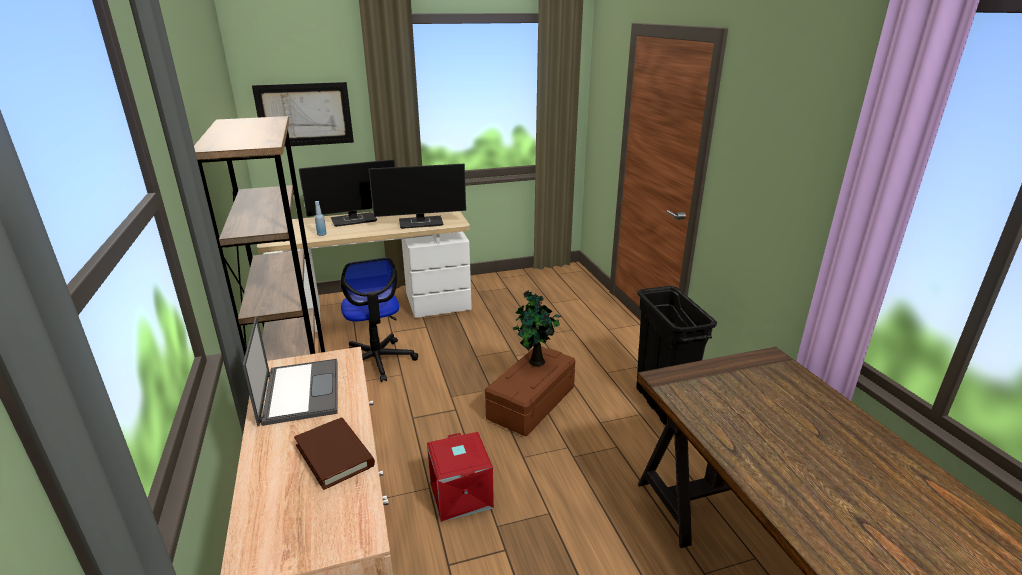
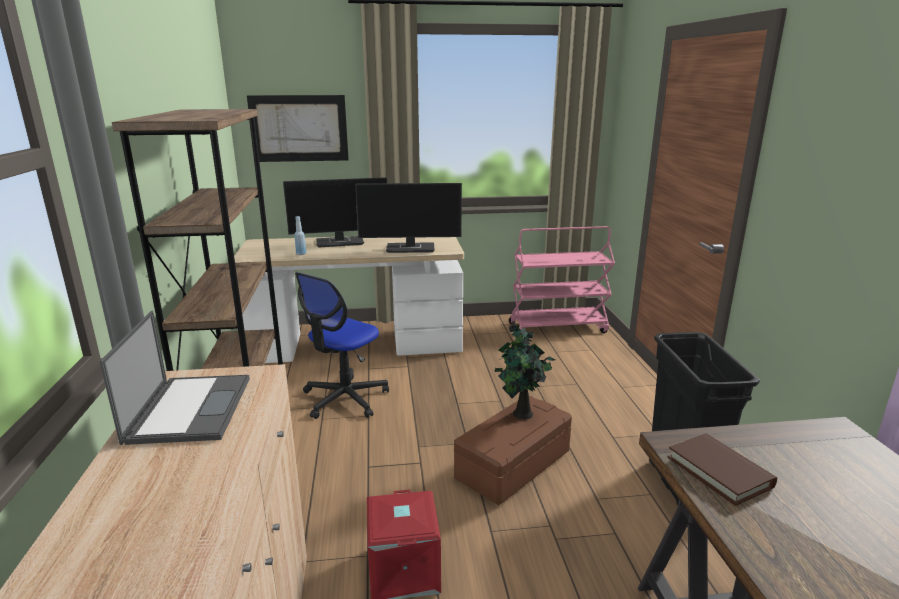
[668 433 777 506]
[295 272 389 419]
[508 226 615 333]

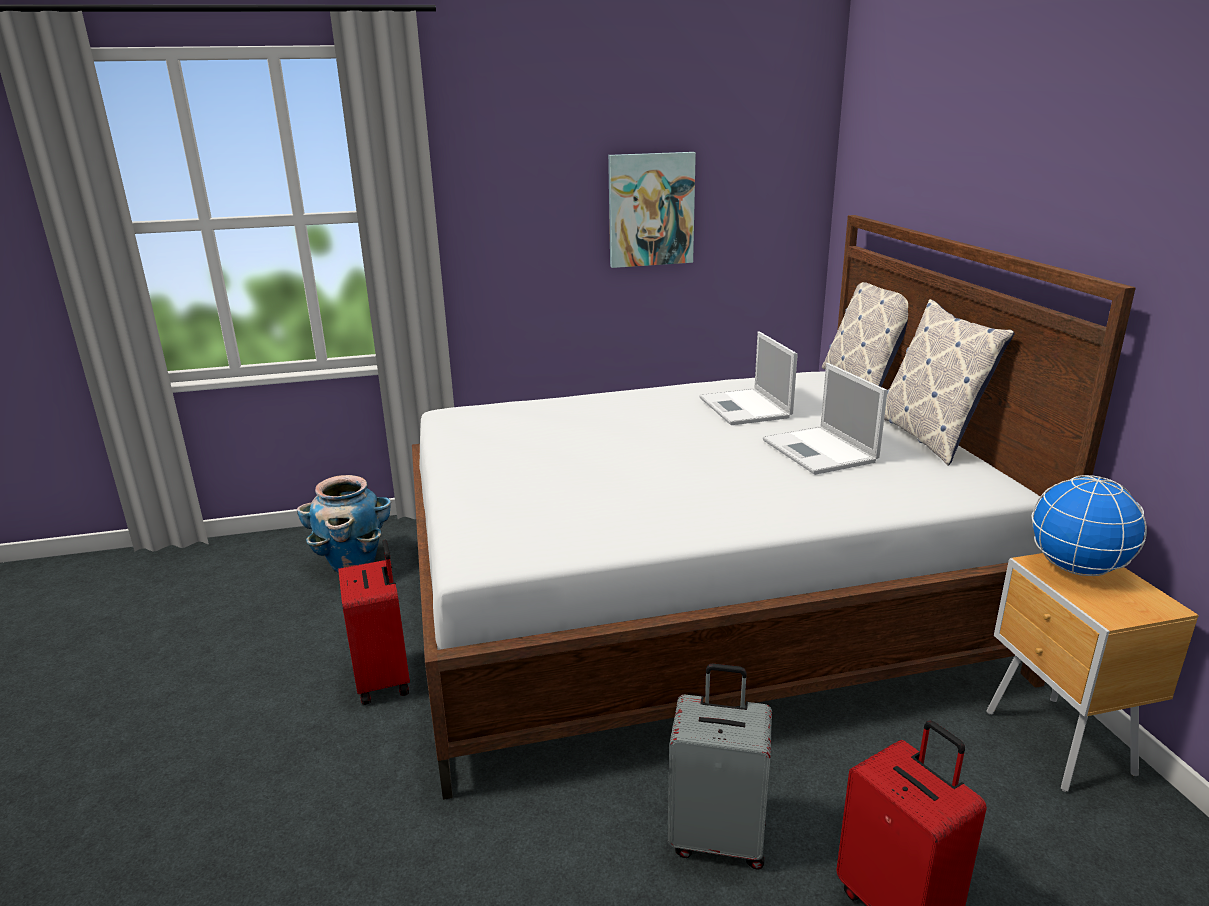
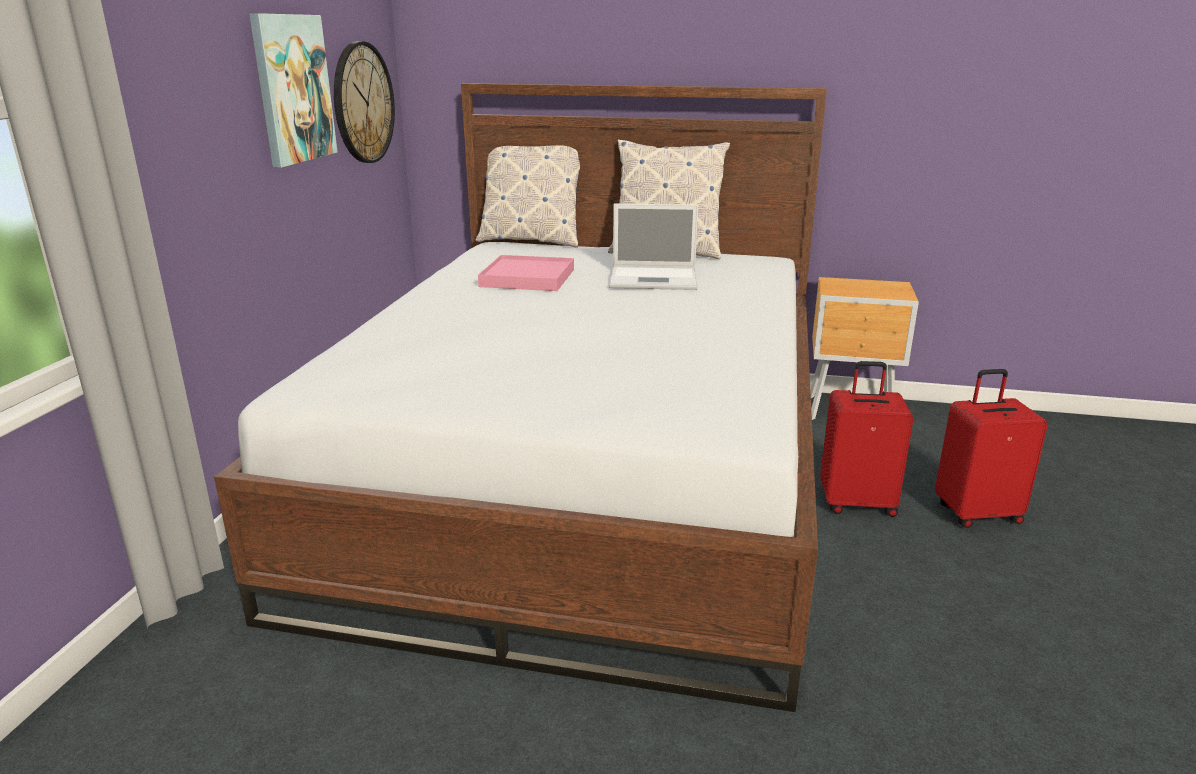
[297 475 391 573] (first image)
[820 361 914 517]
[668 664 772 870] (first image)
[478 255 574 291]
[1032 475 1147 576] (first image)
[334 41 395 163]

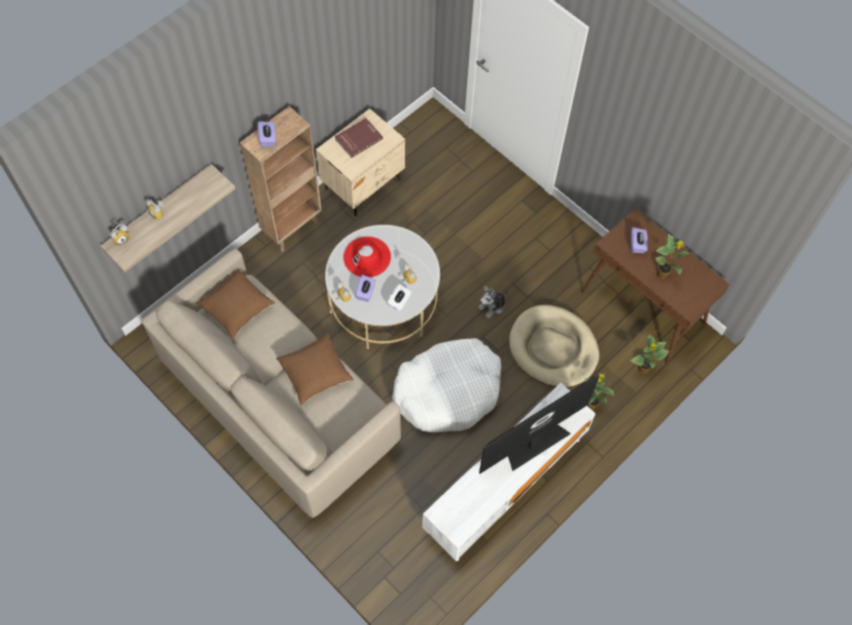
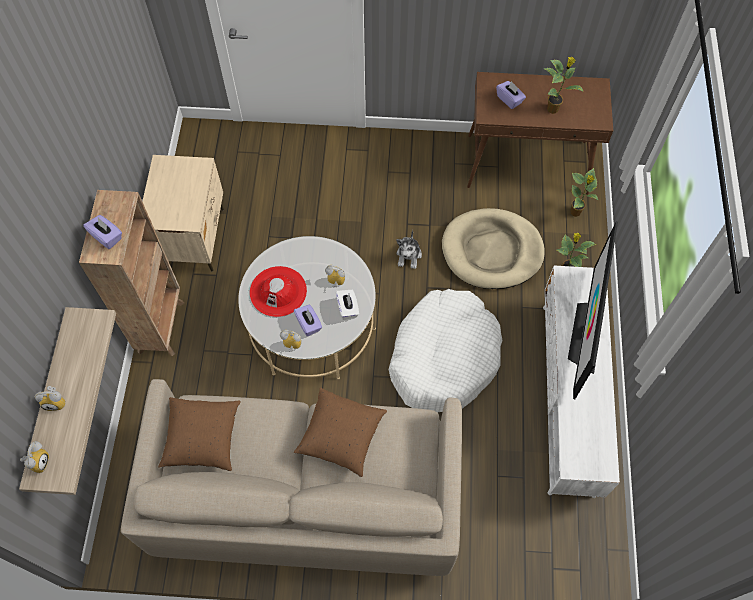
[335 118 383 158] (first image)

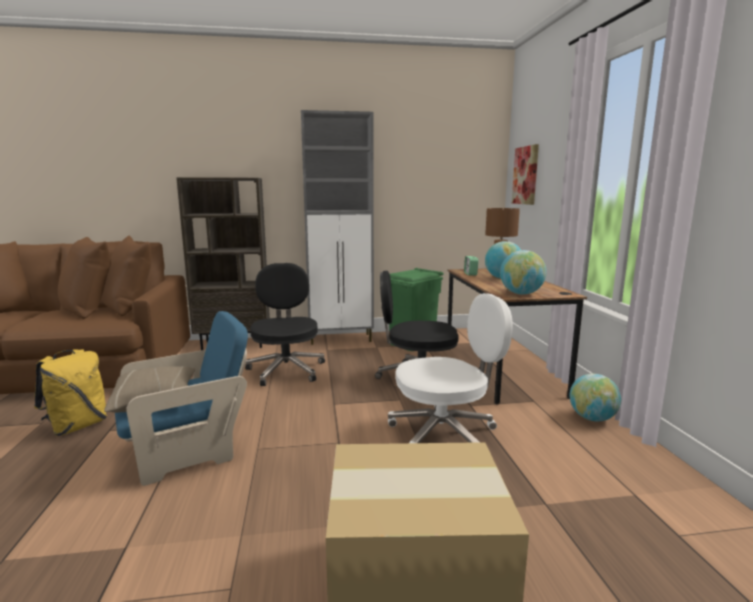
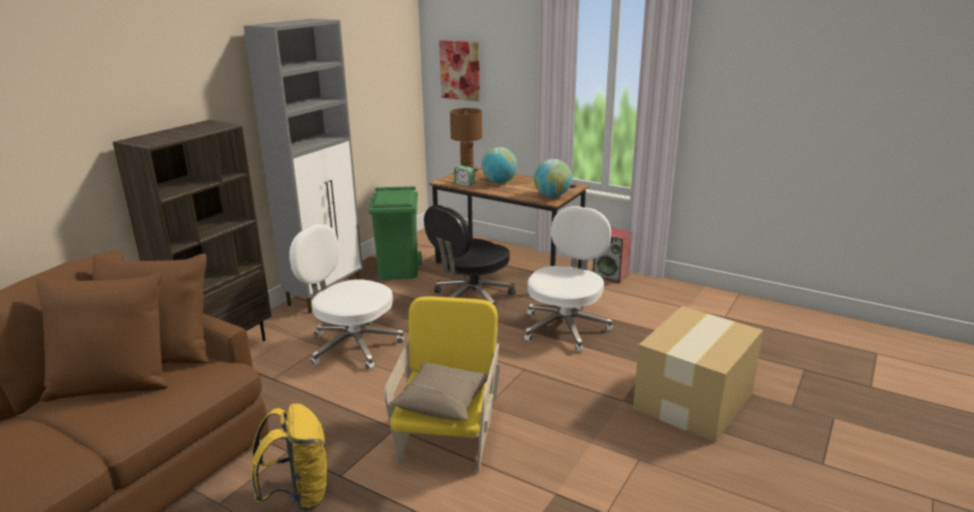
[385 297 500 472]
[289 224 404 370]
[592 227 632 283]

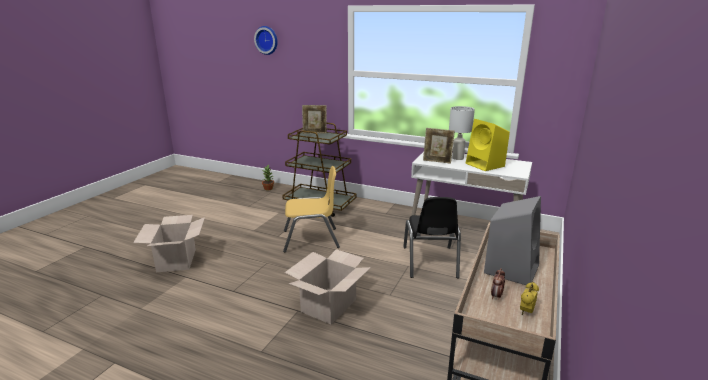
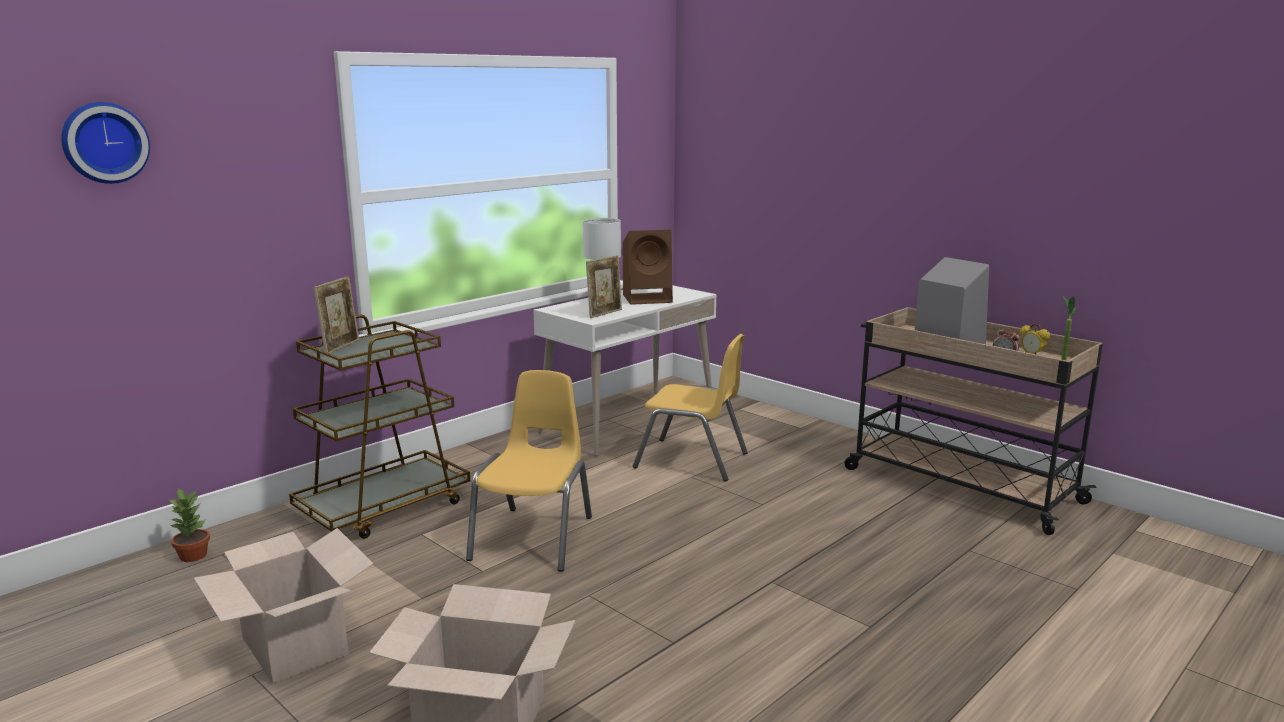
[194 528 374 684]
[633 334 748 481]
[623 230 673 305]
[1061 295 1076 360]

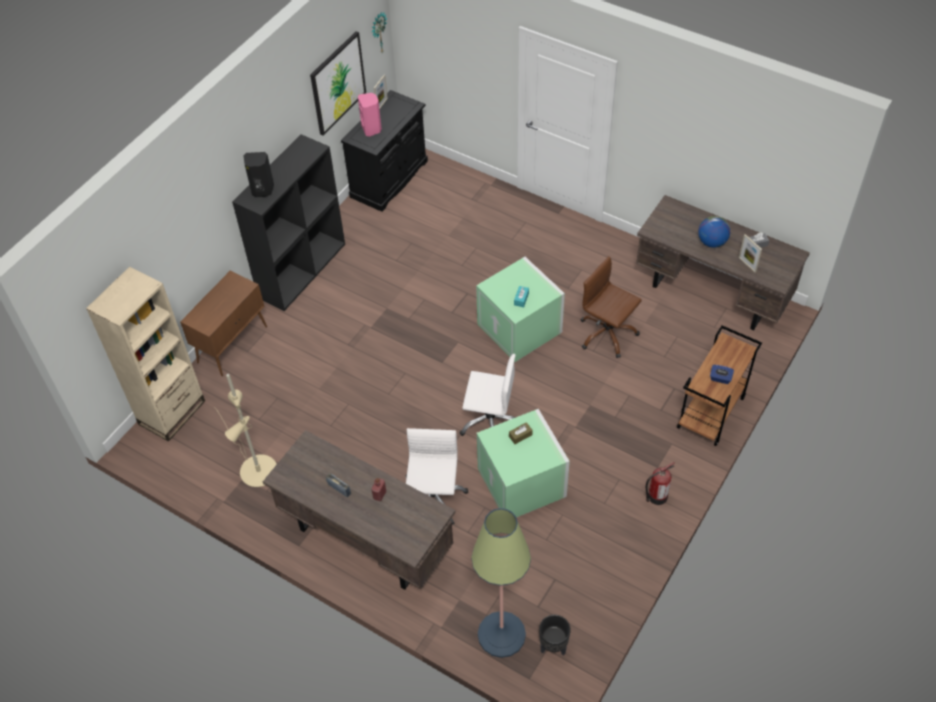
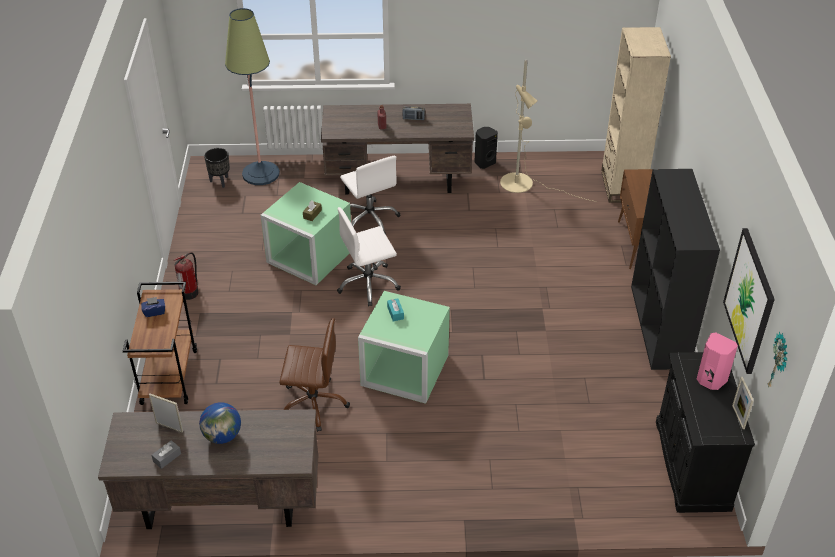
[474 127 498 169]

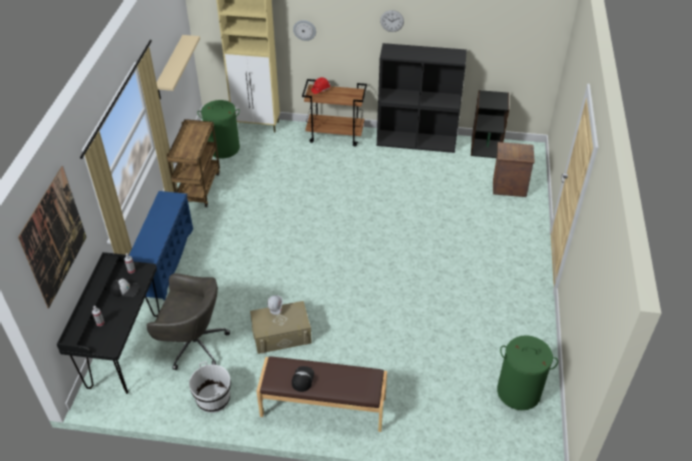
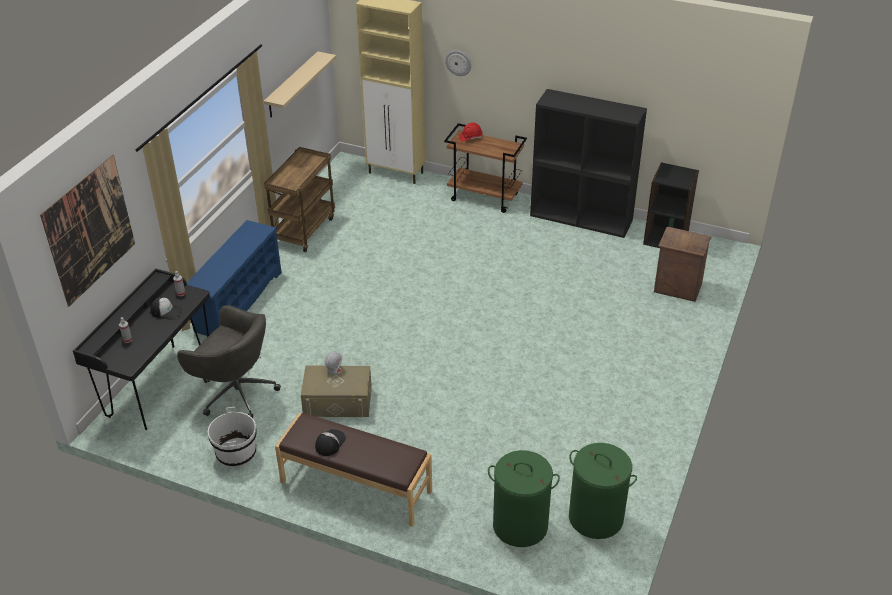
[488 450 560 547]
[380 10 404 32] (first image)

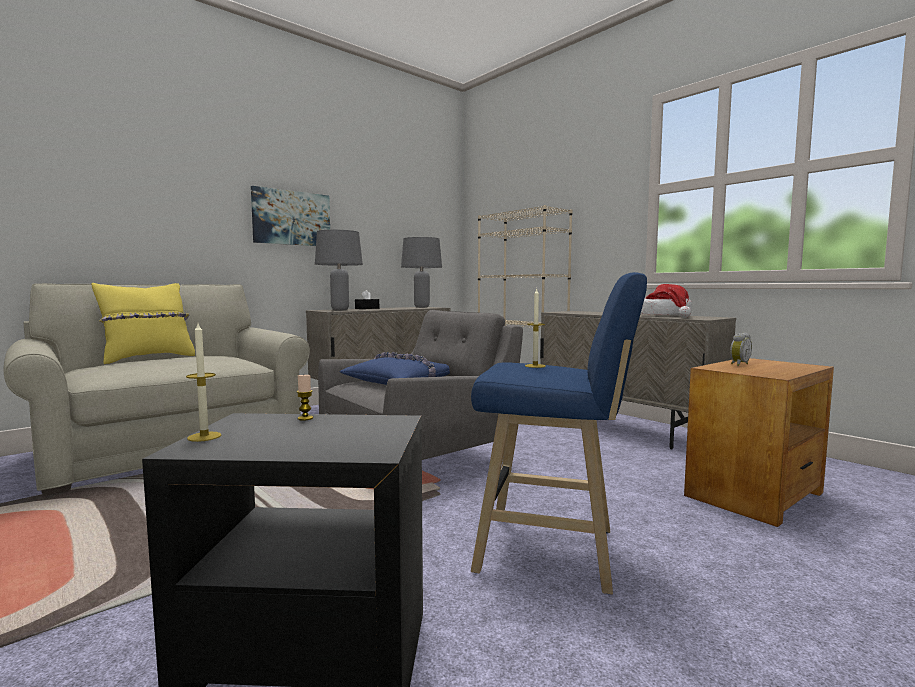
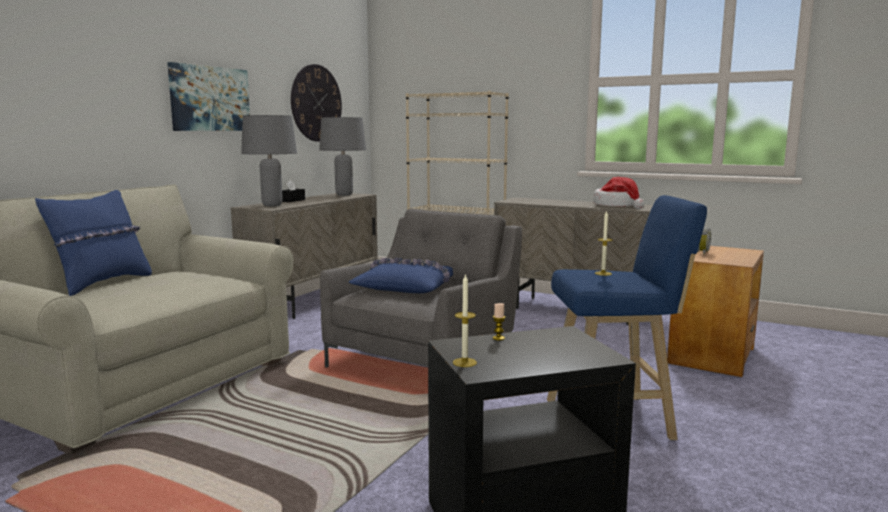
[35 190 152 296]
[291 64 342 142]

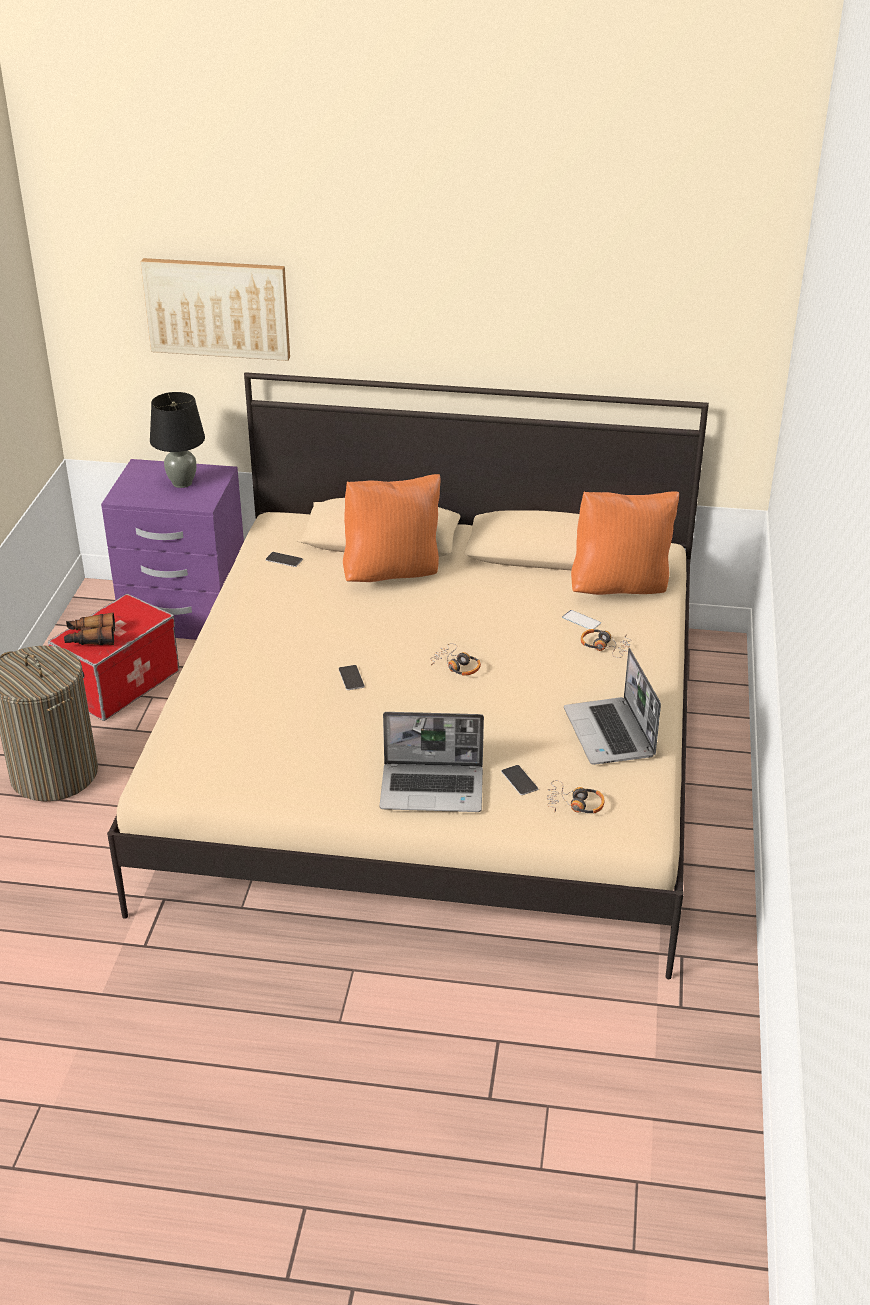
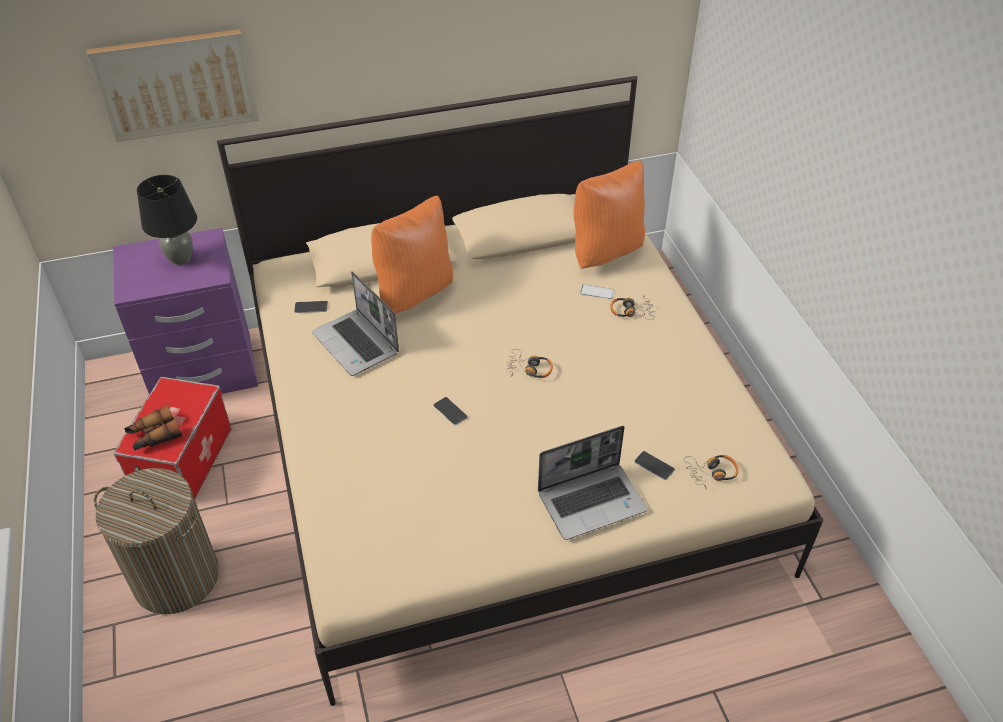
[312 271 399 376]

